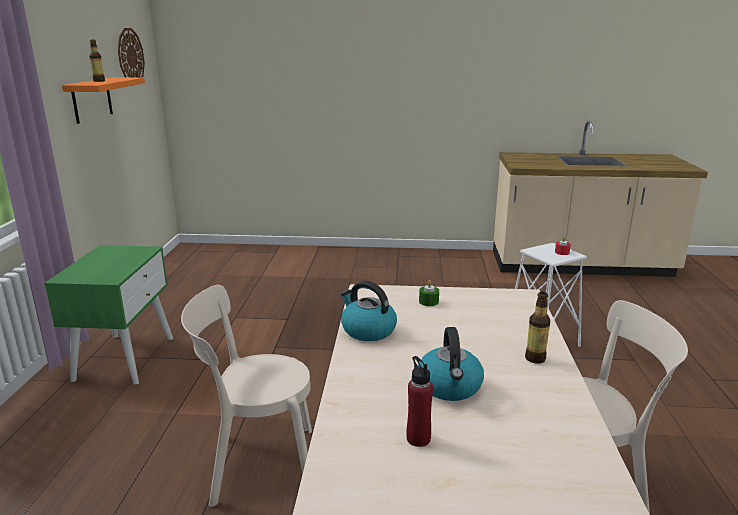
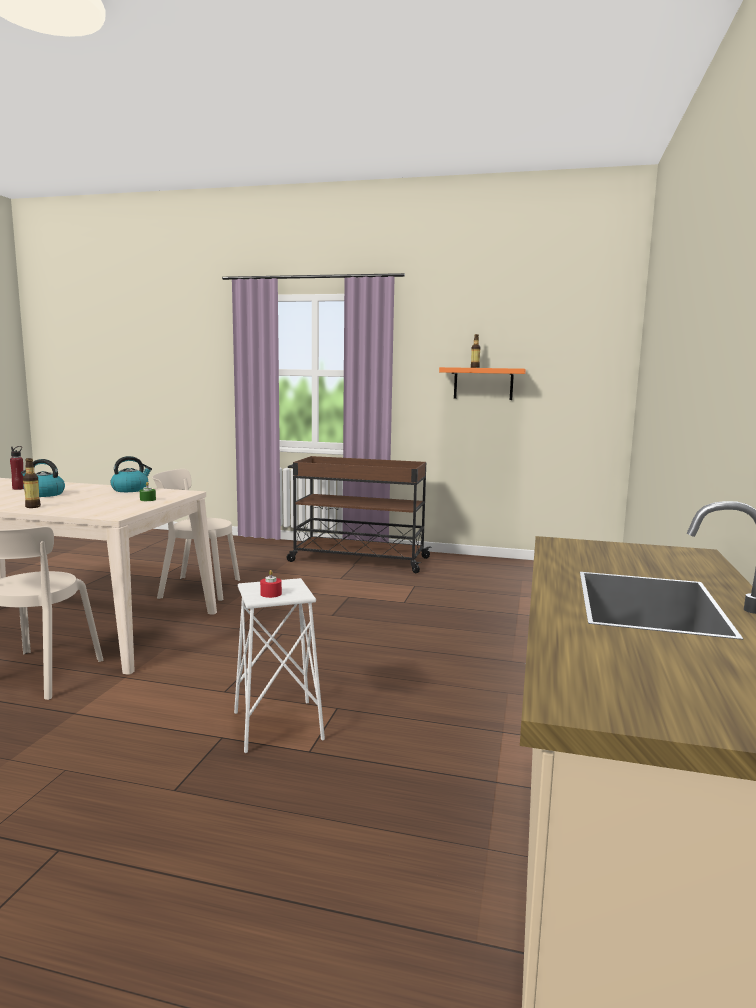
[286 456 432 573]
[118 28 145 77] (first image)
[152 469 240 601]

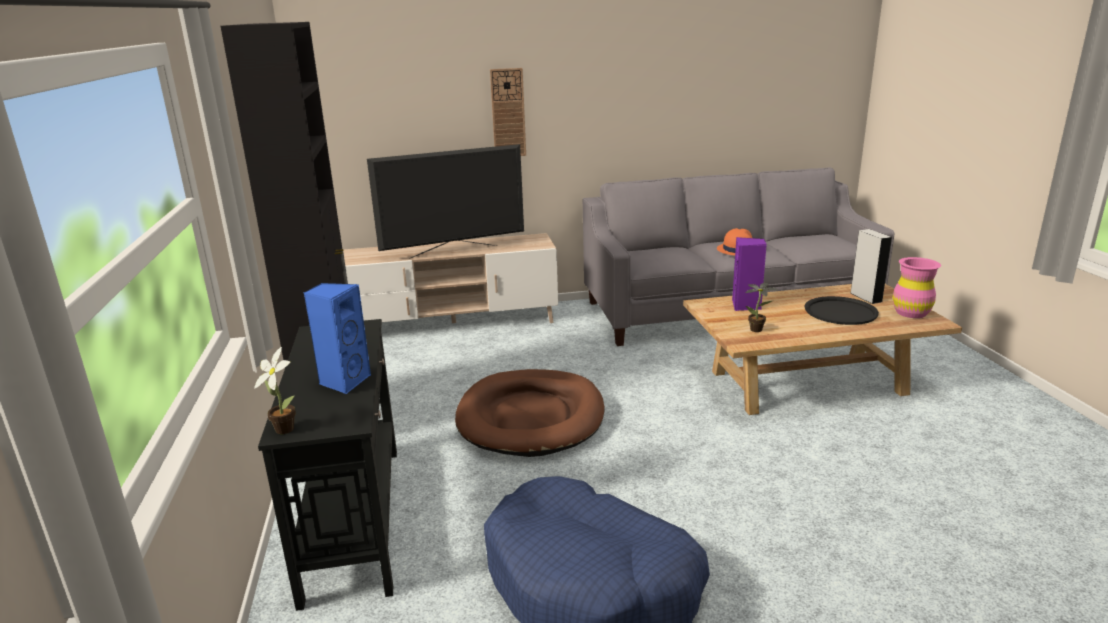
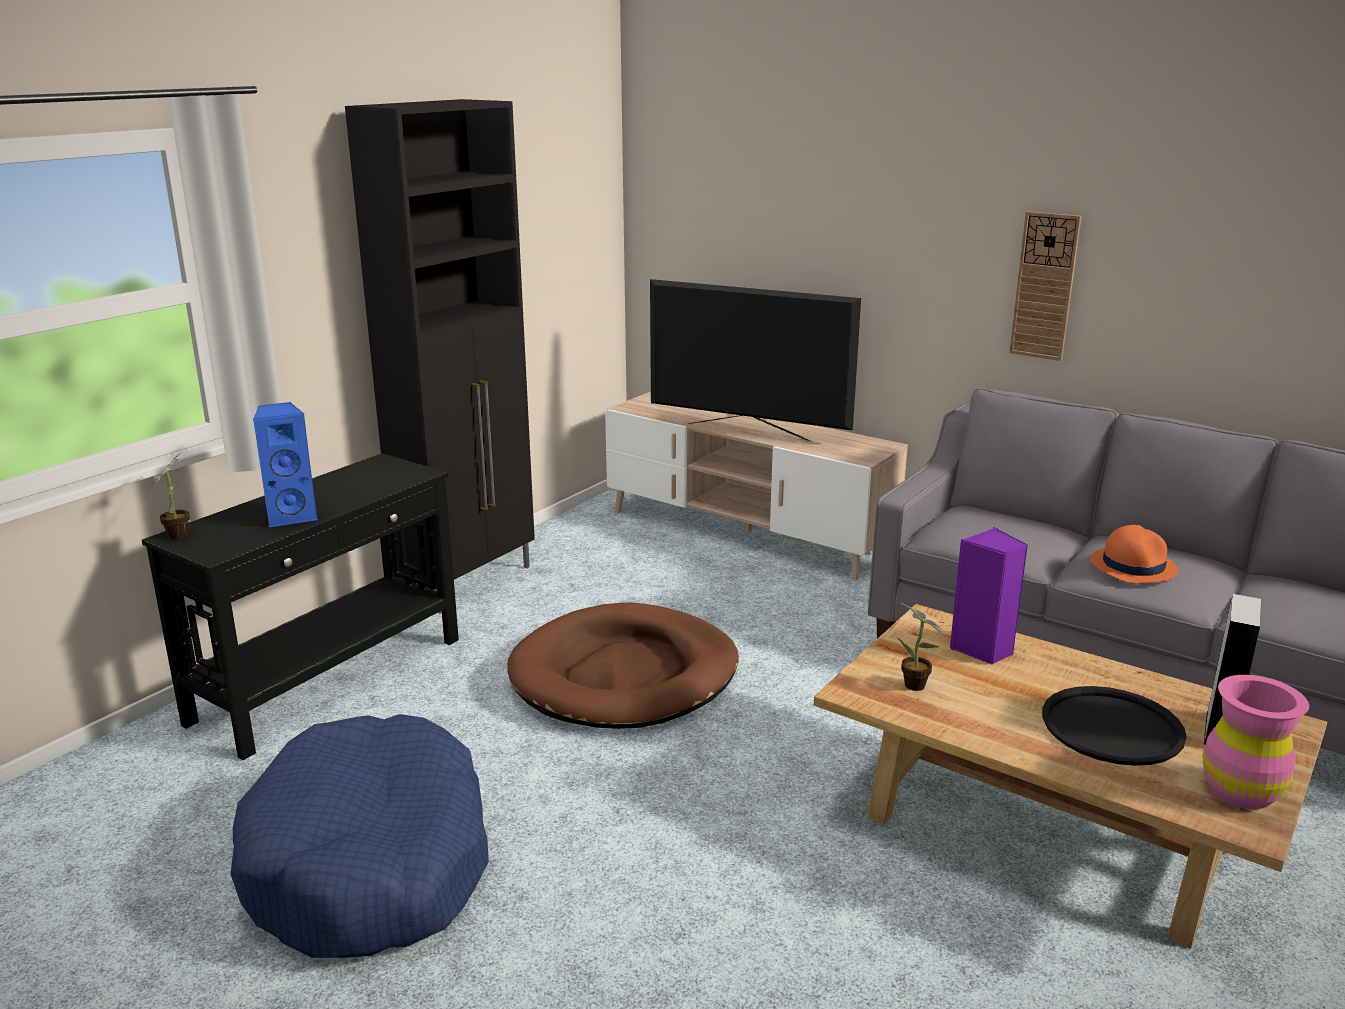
[1009 211 1082 361]

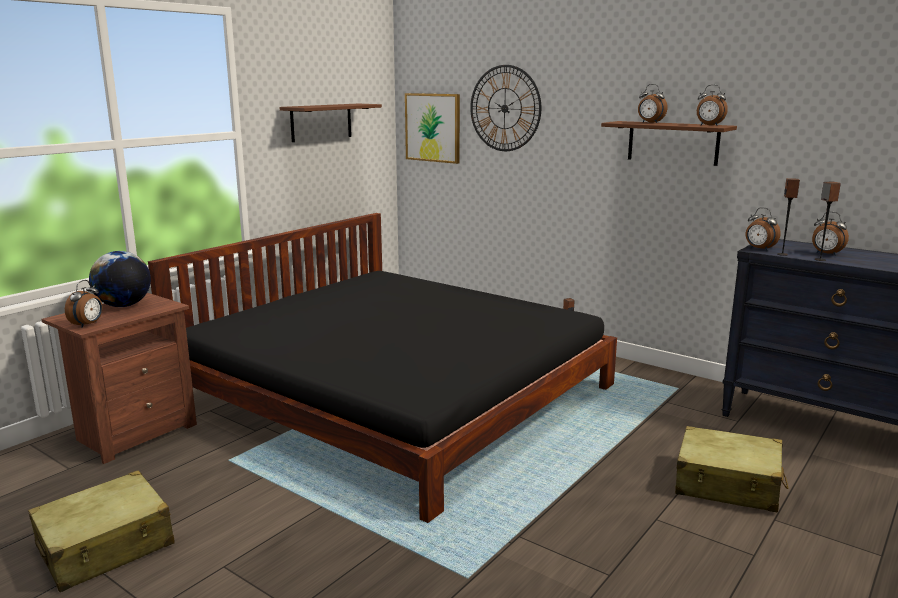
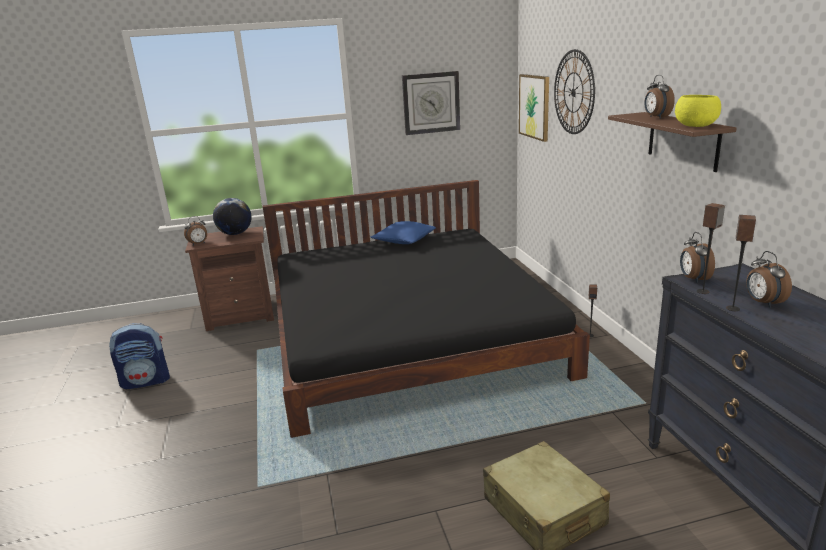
[109 323 170 389]
[402 71 460 135]
[675 95 721 127]
[371 221 436 244]

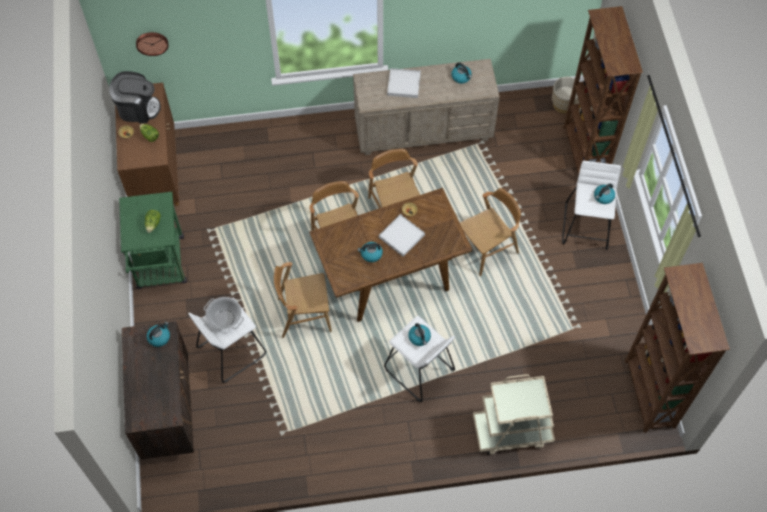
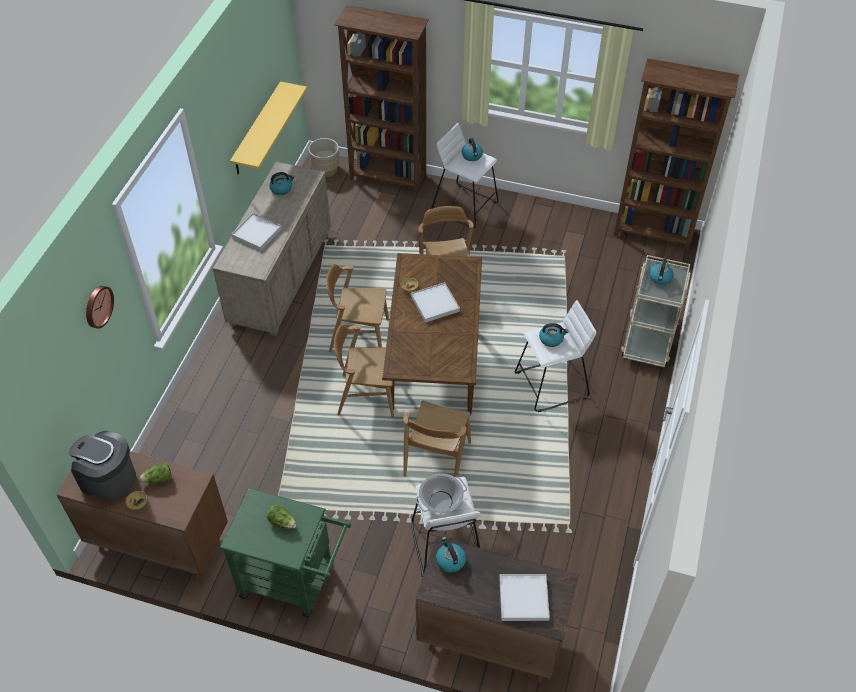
[69 431 136 501]
[86 286 114 329]
[649 259 674 285]
[230 81 307 175]
[499 574 550 621]

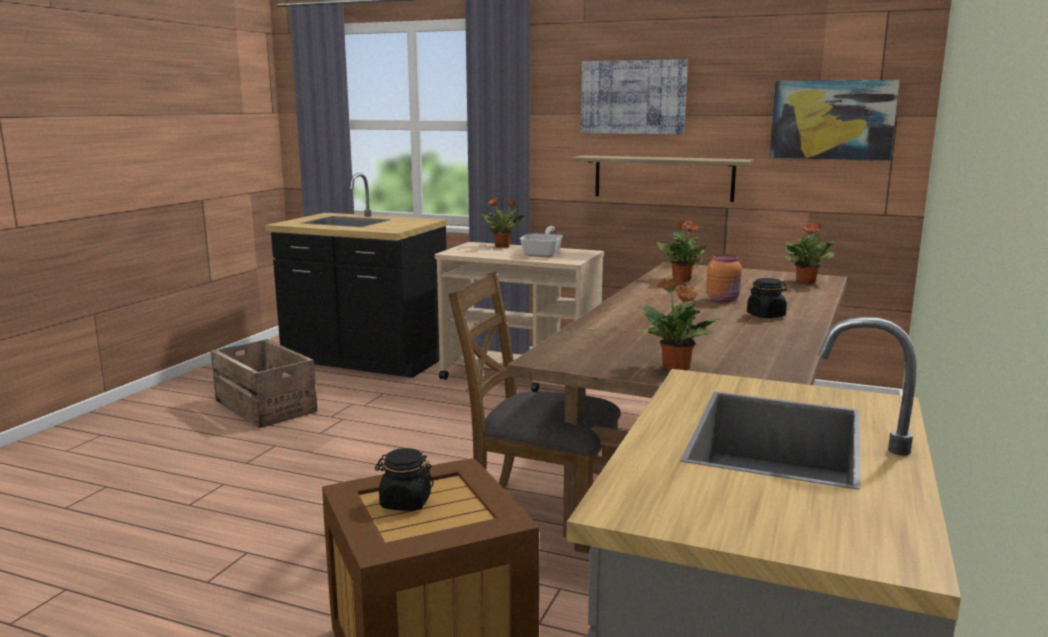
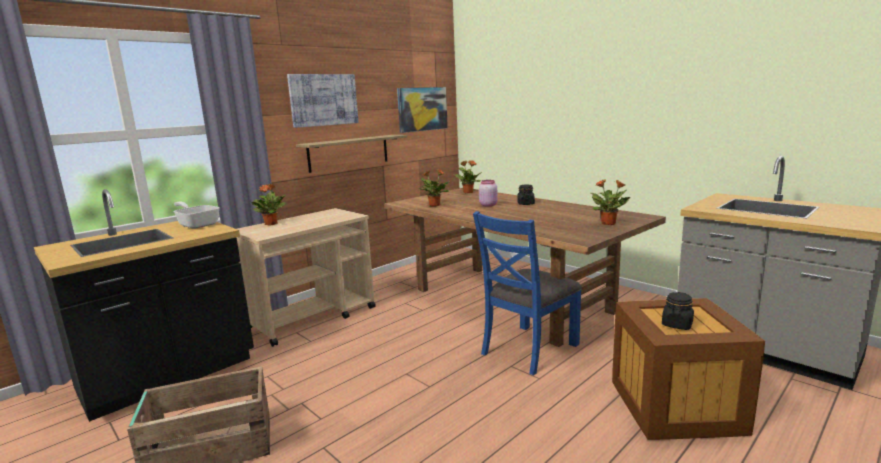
[473 211 582 375]
[173 201 220 229]
[479 180 498 207]

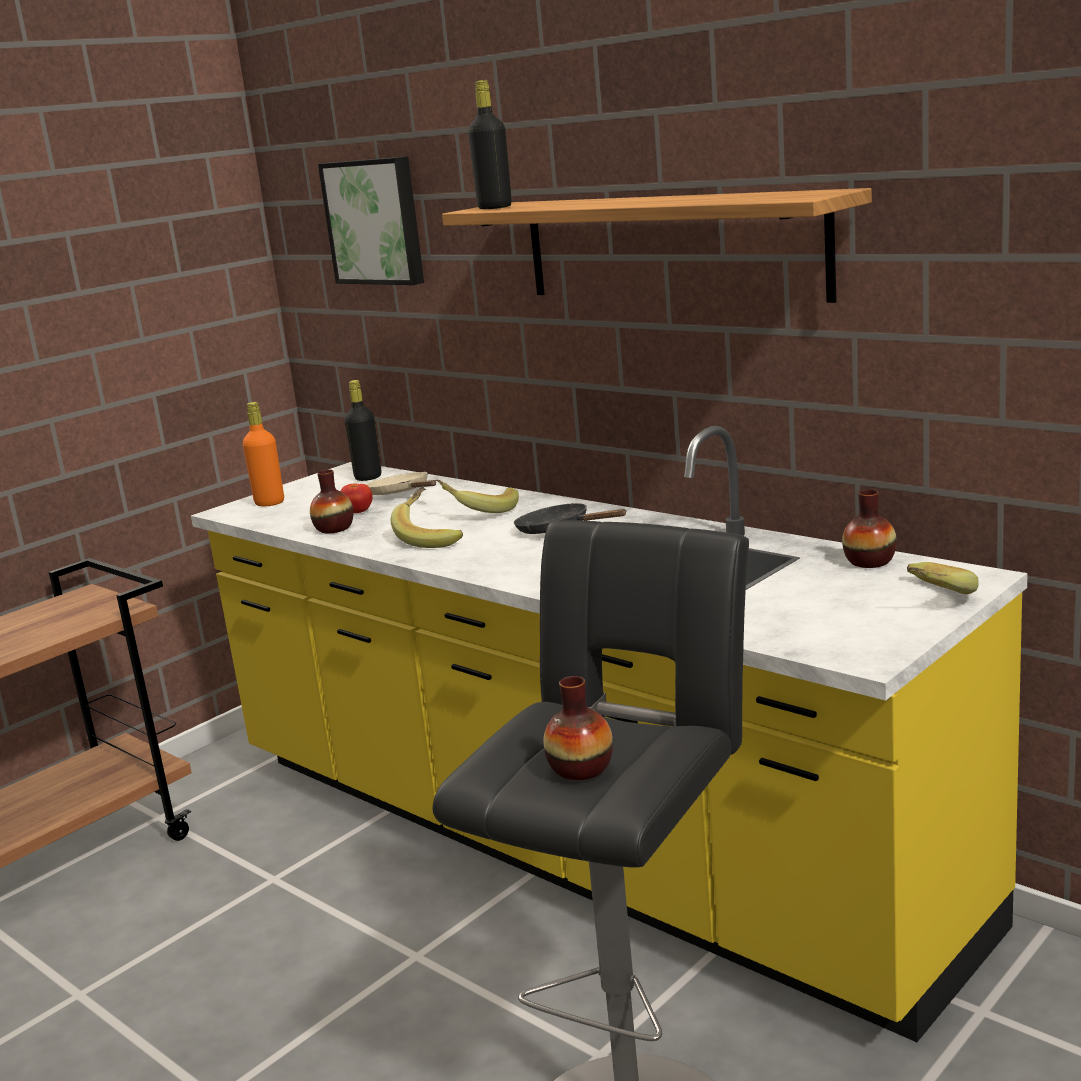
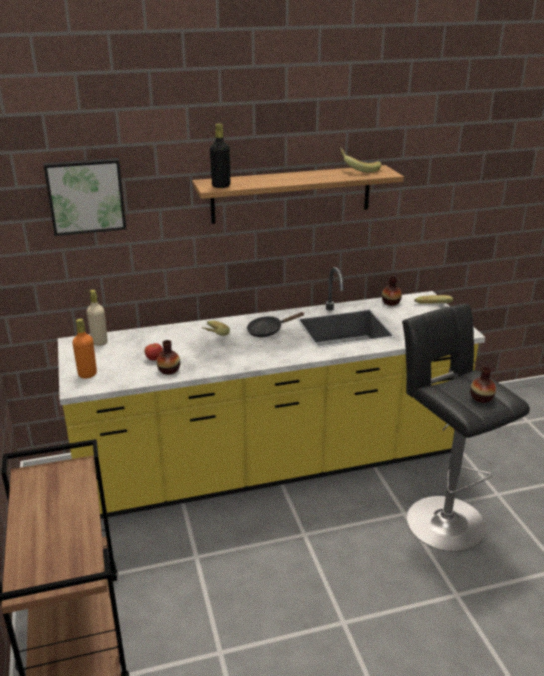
[87 290 108 346]
[365 472 436 495] (first image)
[340 148 382 172]

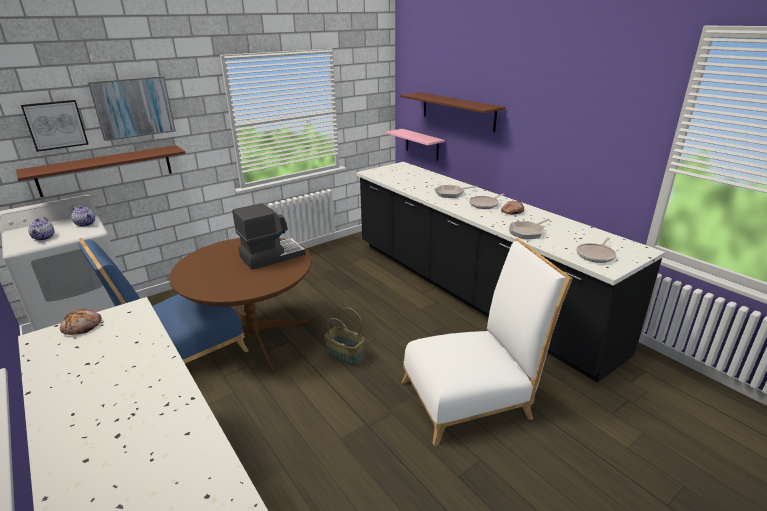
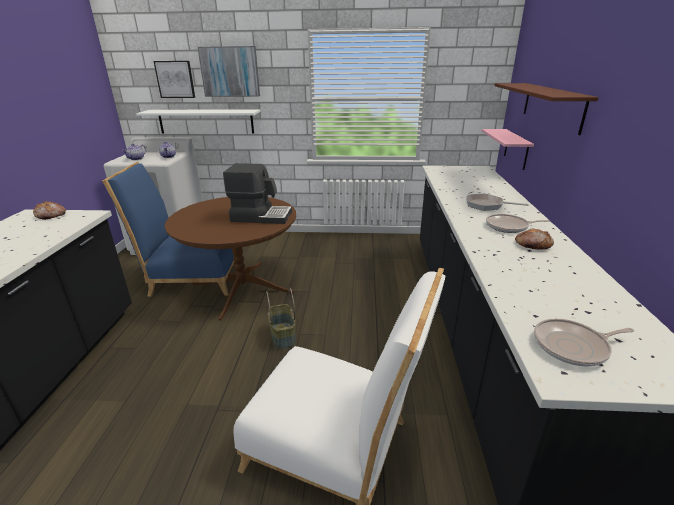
[136 109 261 133]
[509 219 550 239] (first image)

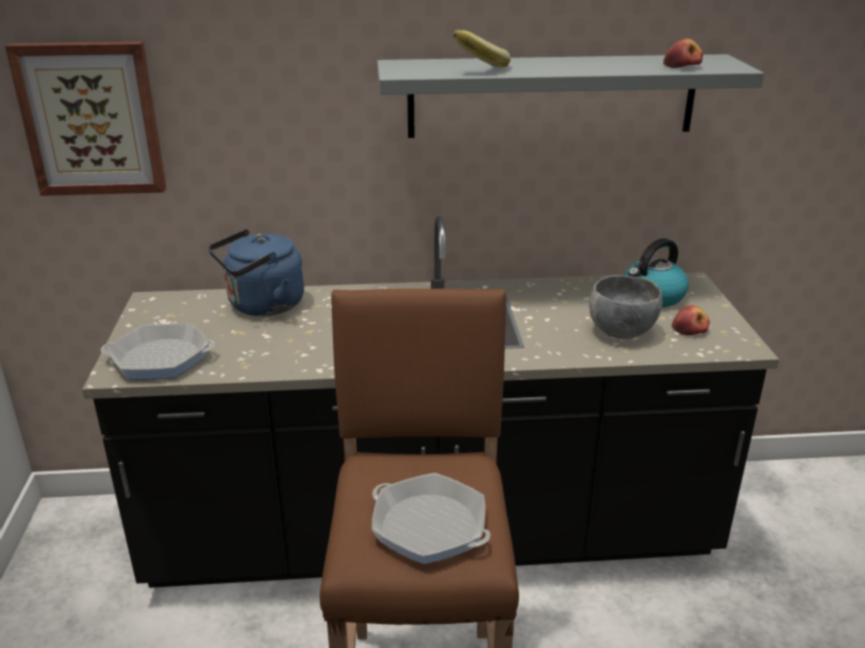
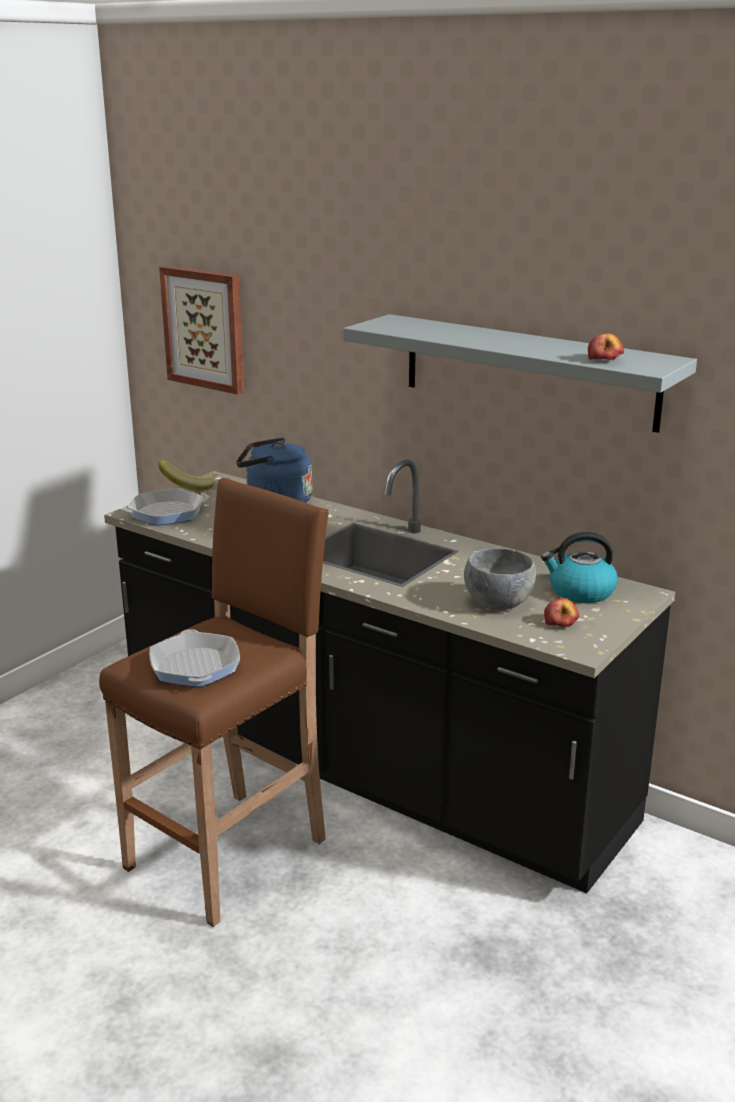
[123 488 209 526]
[158 460 218 491]

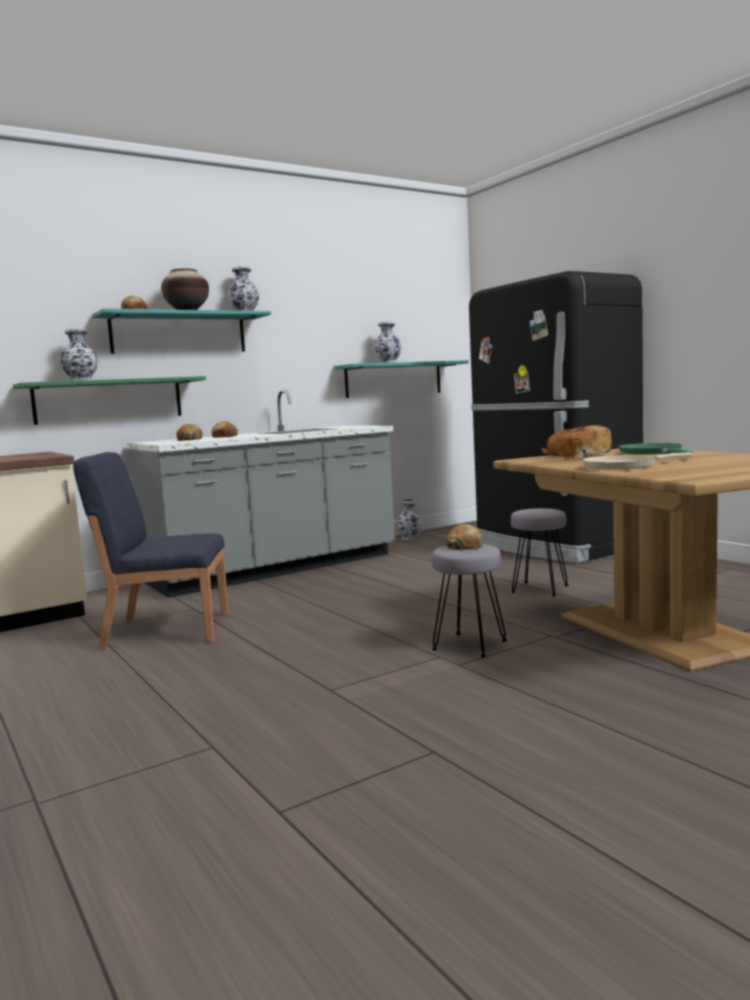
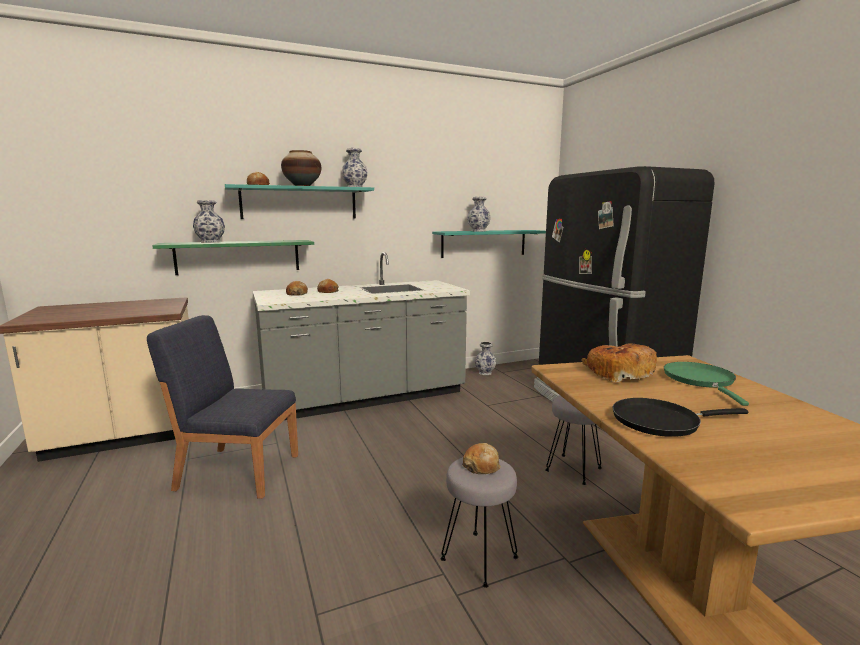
[613 398 748 437]

